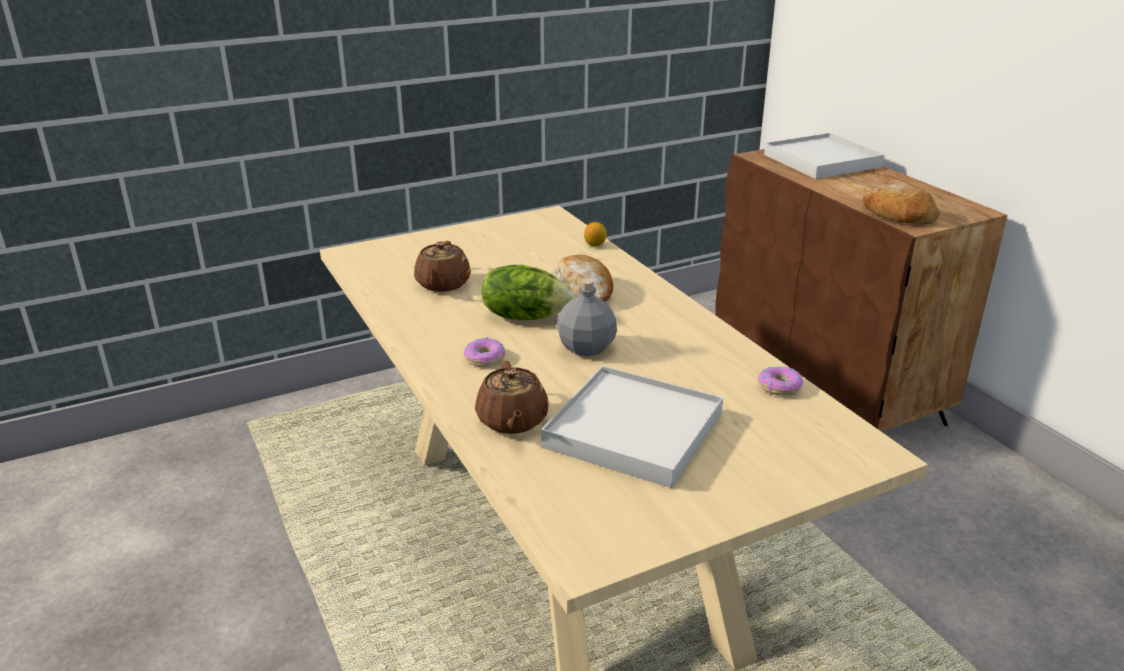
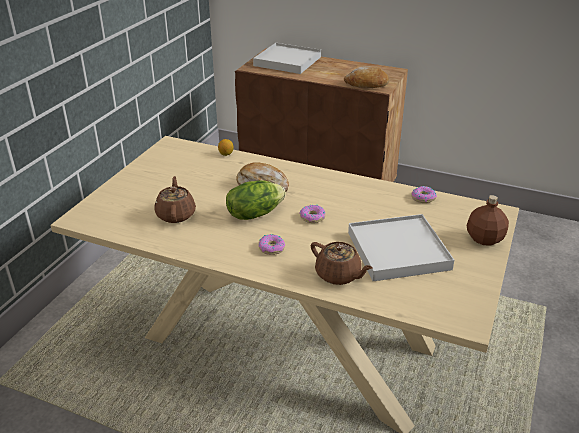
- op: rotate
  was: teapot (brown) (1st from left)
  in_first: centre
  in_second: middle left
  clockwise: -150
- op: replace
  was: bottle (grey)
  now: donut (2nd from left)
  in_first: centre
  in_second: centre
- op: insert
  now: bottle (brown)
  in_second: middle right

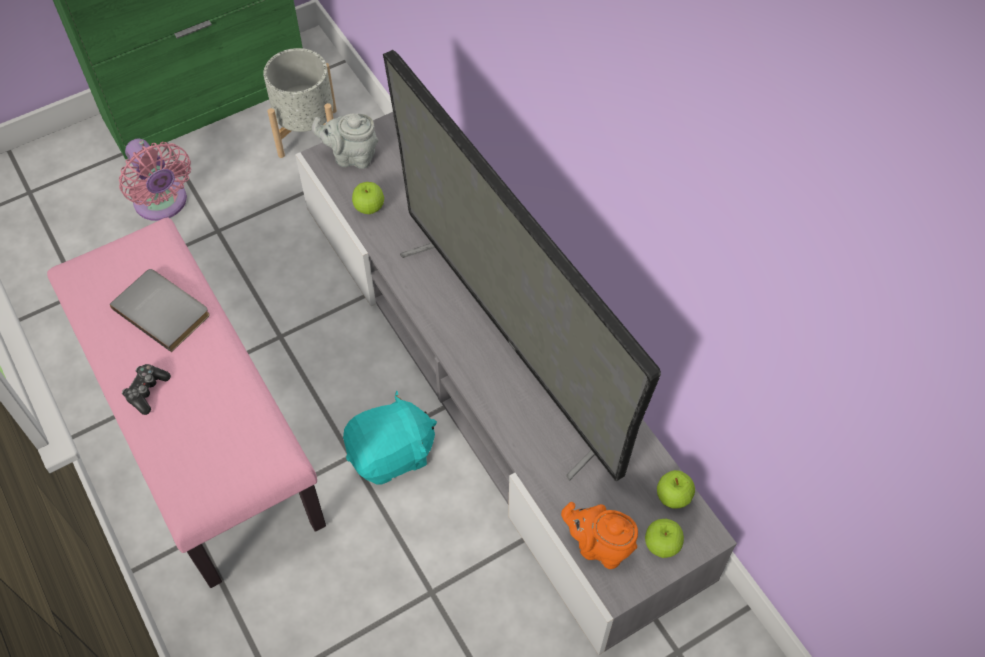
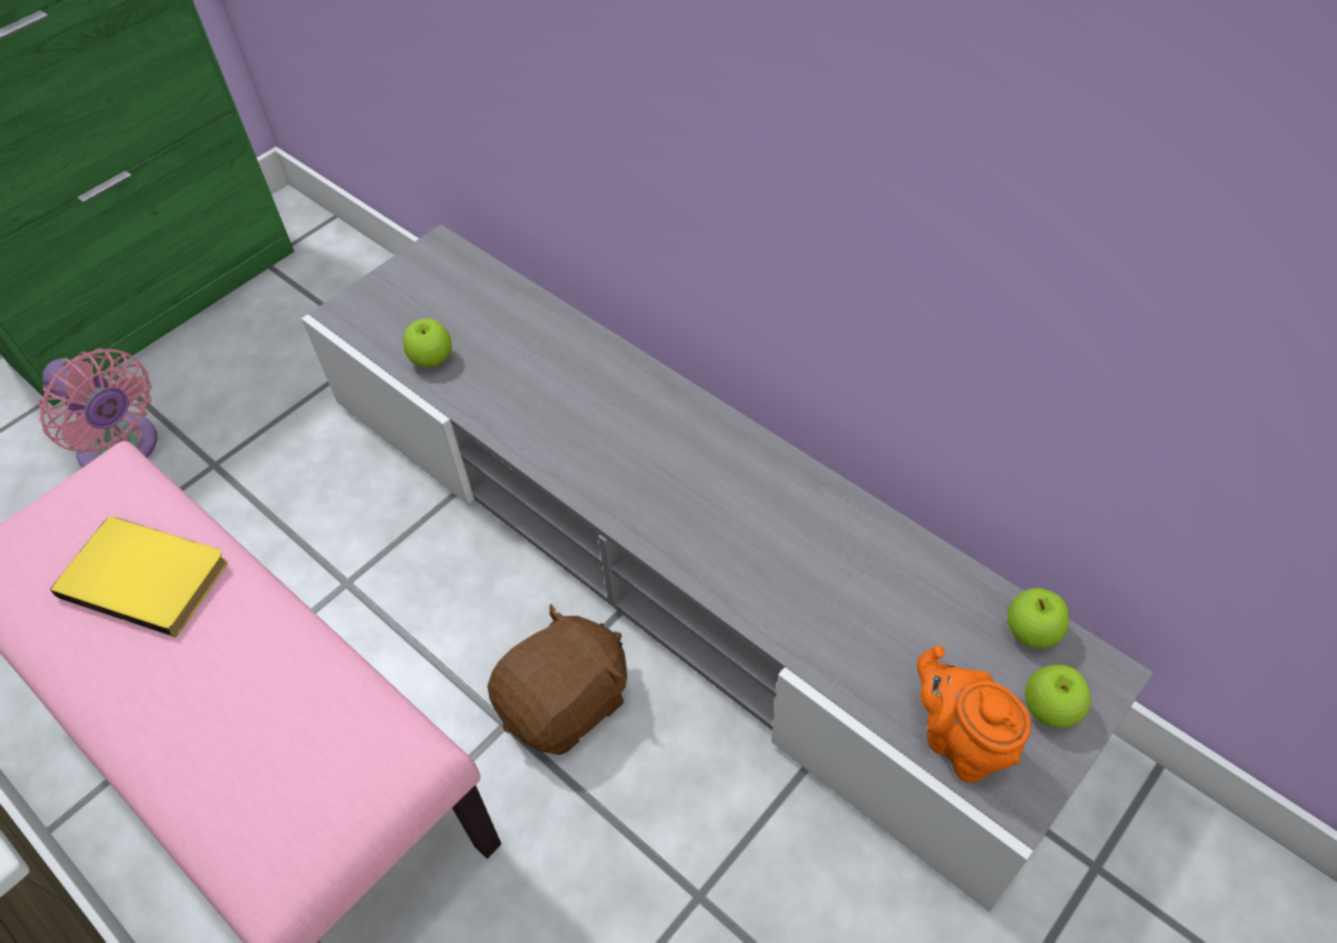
- op: recolor
  was: book (grey)
  now: book (yellow)
  in_first: middle left
  in_second: middle left
- op: delete
  was: game controller
  in_first: middle left
- op: delete
  was: planter (grey)
  in_first: top left
- op: delete
  was: teapot (grey)
  in_first: top centre
- op: recolor
  was: plush toy (turquoise)
  now: plush toy (brown)
  in_first: bottom centre
  in_second: bottom centre
- op: delete
  was: television
  in_first: centre
- op: rotate
  was: teapot (orange)
  in_first: bottom centre
  in_second: bottom right
  clockwise: 45

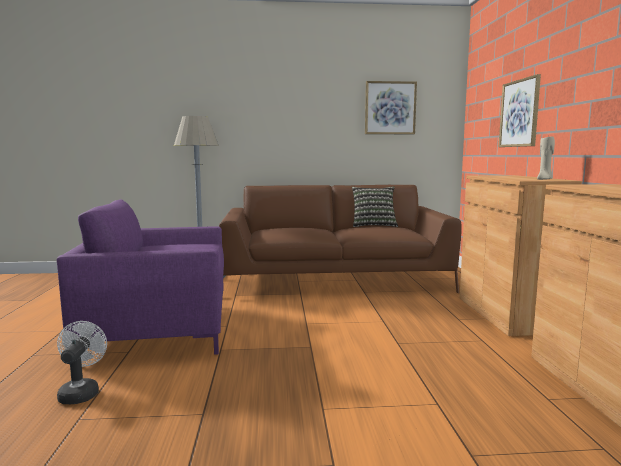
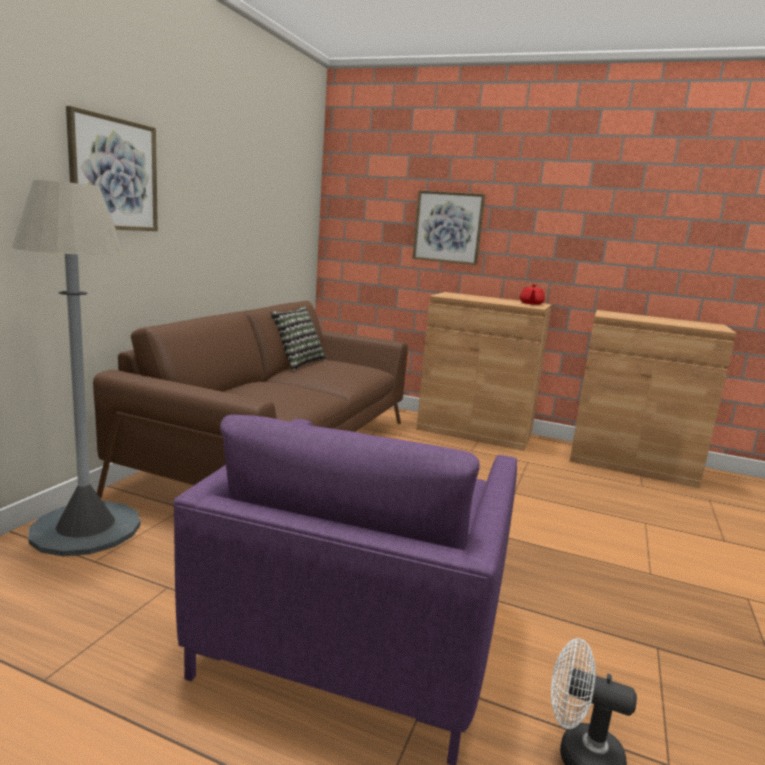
- op: move
  was: picture (1st from left)
  in_first: top centre
  in_second: top left
- op: replace
  was: candle (beige)
  now: teapot (red)
  in_first: middle right
  in_second: middle right

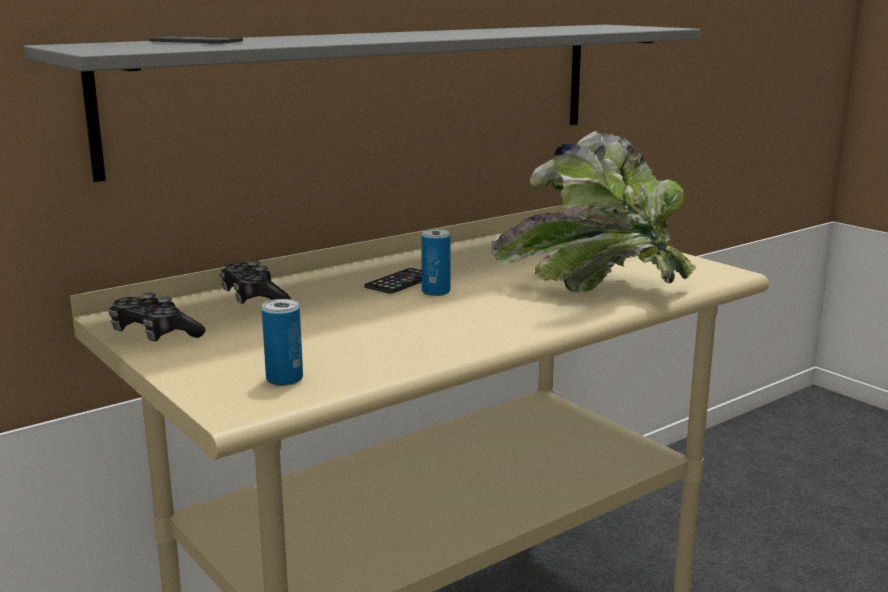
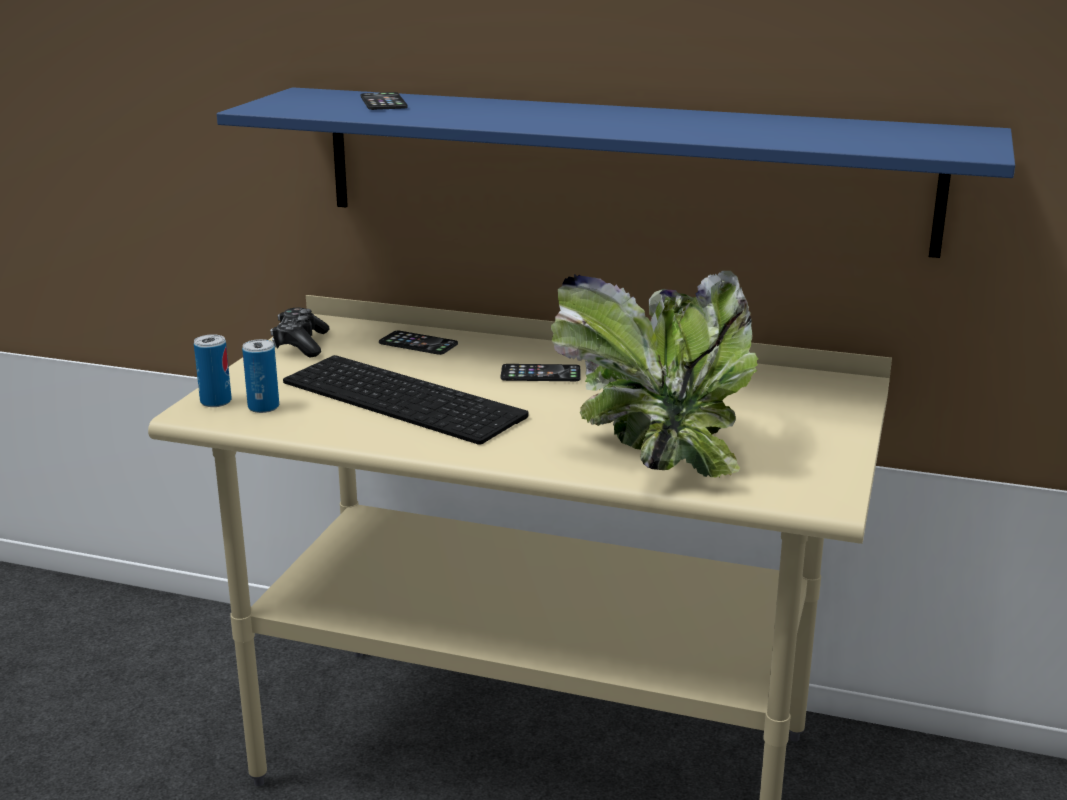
- op: recolor
  was: shelf (grey)
  now: shelf (blue)
  in_first: top centre
  in_second: top centre
- op: replace
  was: game controller (2nd from left)
  now: phone (2nd from left)
  in_first: middle left
  in_second: centre
- op: move
  was: can (2nd from left in the first image)
  now: can (1st from left)
  in_first: centre
  in_second: middle left
- op: insert
  now: keyboard
  in_second: centre

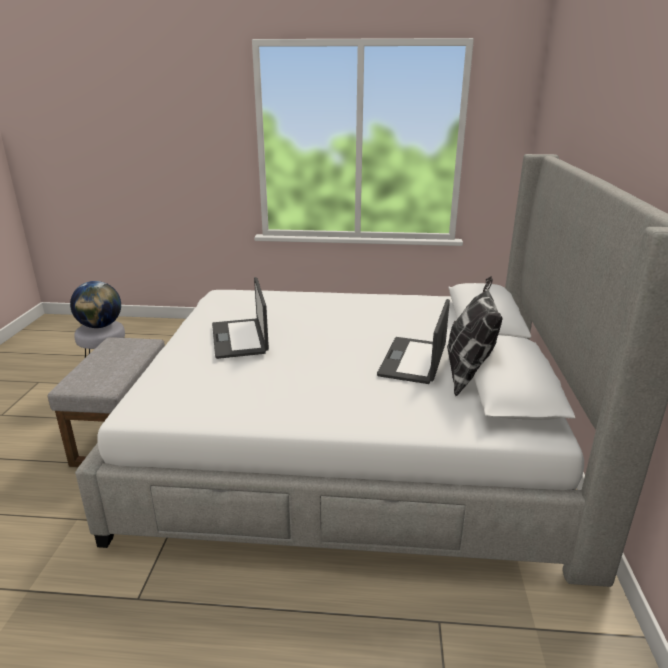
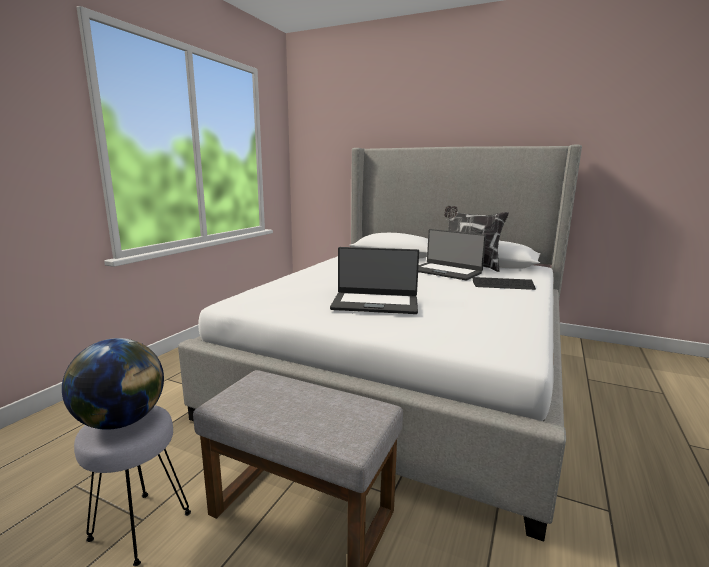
- op: insert
  now: keyboard
  in_second: middle right

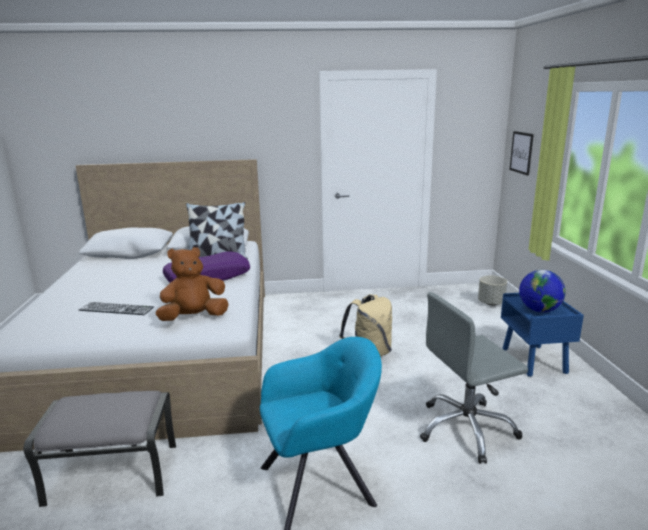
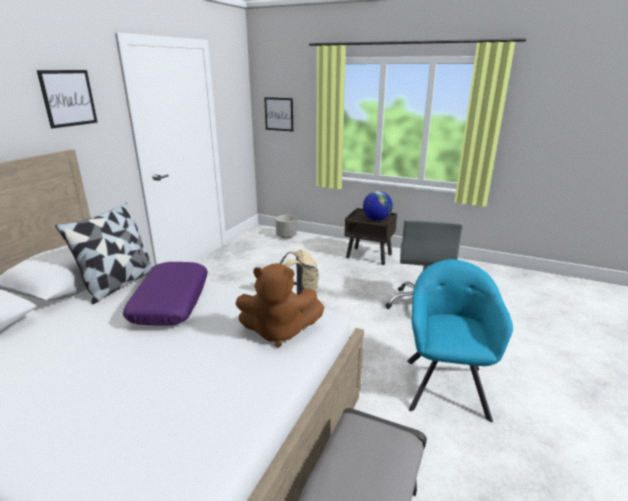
- op: delete
  was: keyboard
  in_first: middle left
- op: rotate
  was: plush toy (brown)
  in_first: middle left
  in_second: centre
  clockwise: -90
- op: recolor
  was: nightstand (blue)
  now: nightstand (brown)
  in_first: middle right
  in_second: centre
- op: insert
  now: picture (1st from left)
  in_second: top left

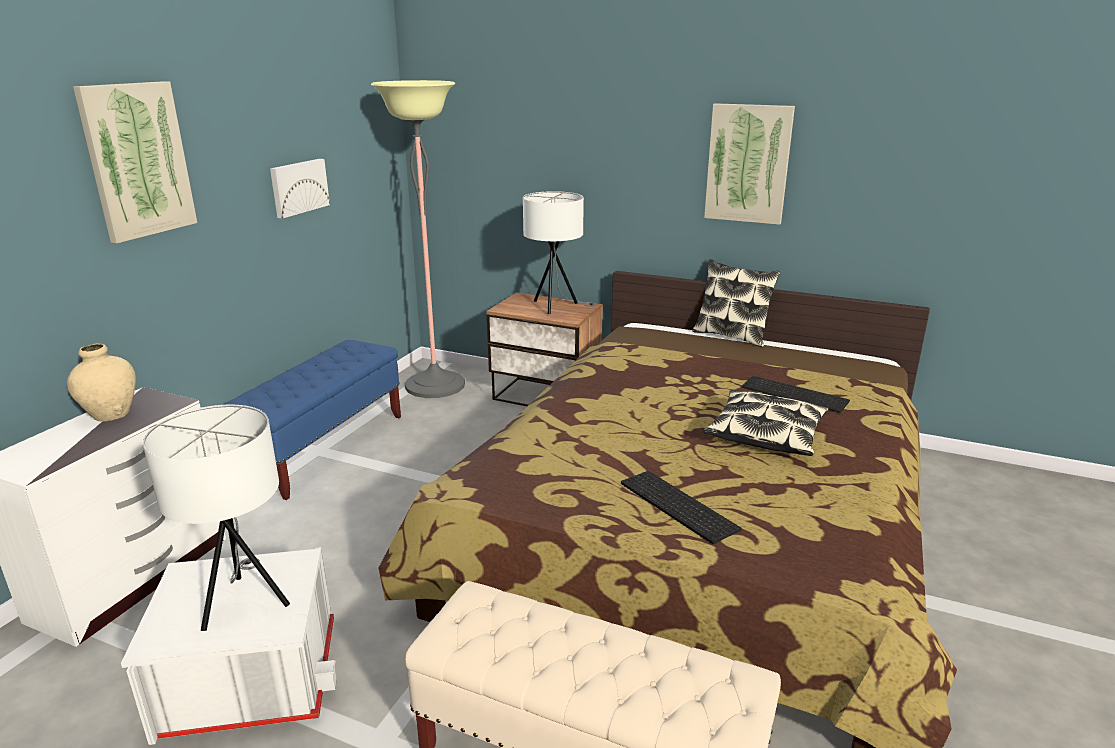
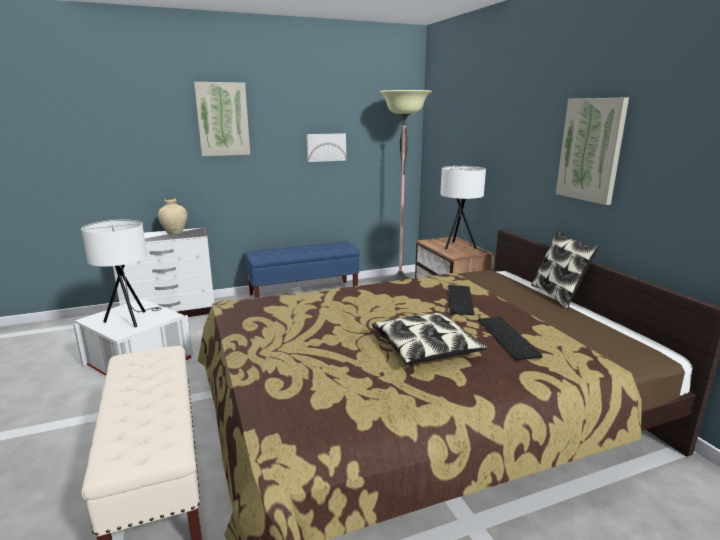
- op: move
  was: keyboard (1st from left)
  in_first: bottom centre
  in_second: centre

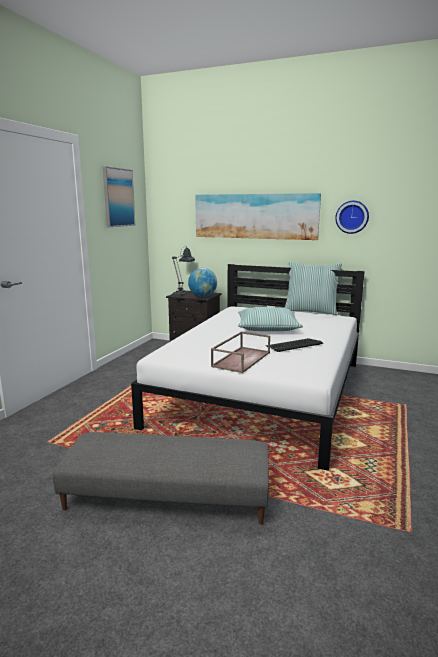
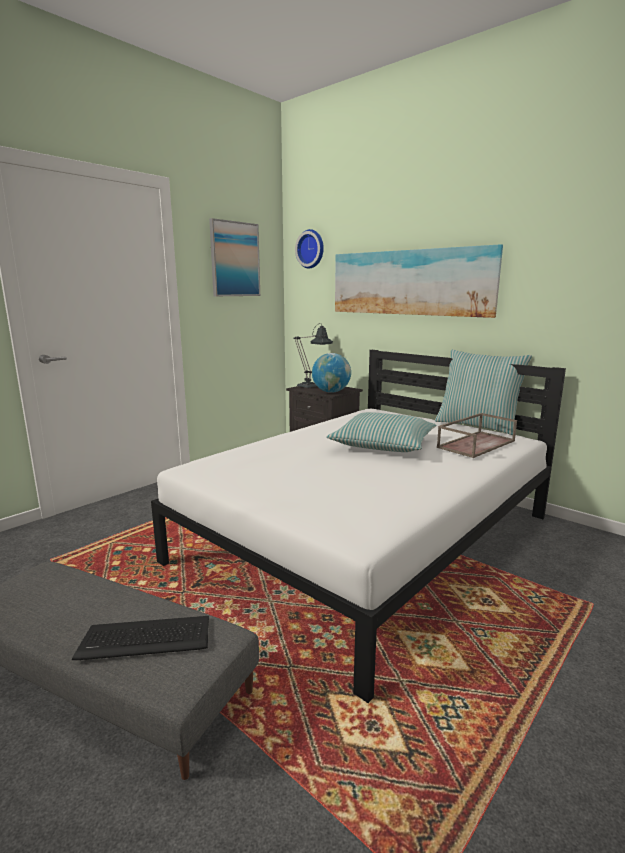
- op: move
  was: tray (brown)
  in_first: centre
  in_second: middle right
- op: move
  was: keyboard
  in_first: middle right
  in_second: bottom left
- op: move
  was: wall clock
  in_first: top right
  in_second: top centre

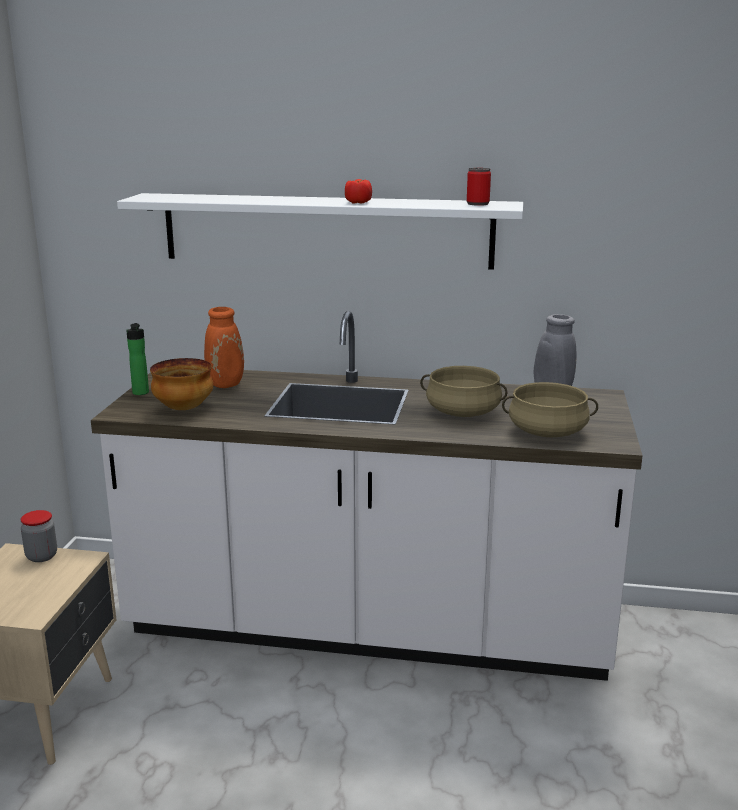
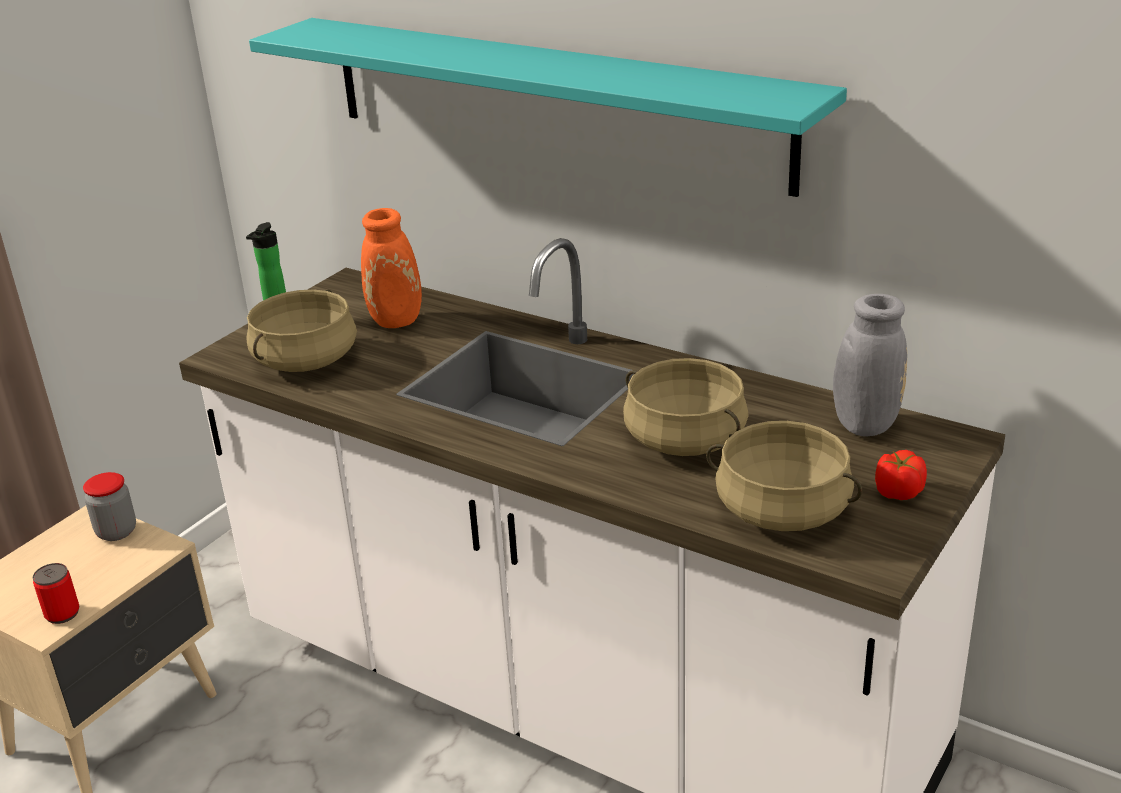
- op: recolor
  was: shelf (white)
  now: shelf (turquoise)
  in_first: top centre
  in_second: top centre
- op: replace
  was: bowl
  now: cooking pot (beige) (1st from left)
  in_first: middle left
  in_second: middle left
- op: move
  was: tomato
  in_first: top centre
  in_second: middle right
- op: move
  was: can
  in_first: top centre
  in_second: bottom left

